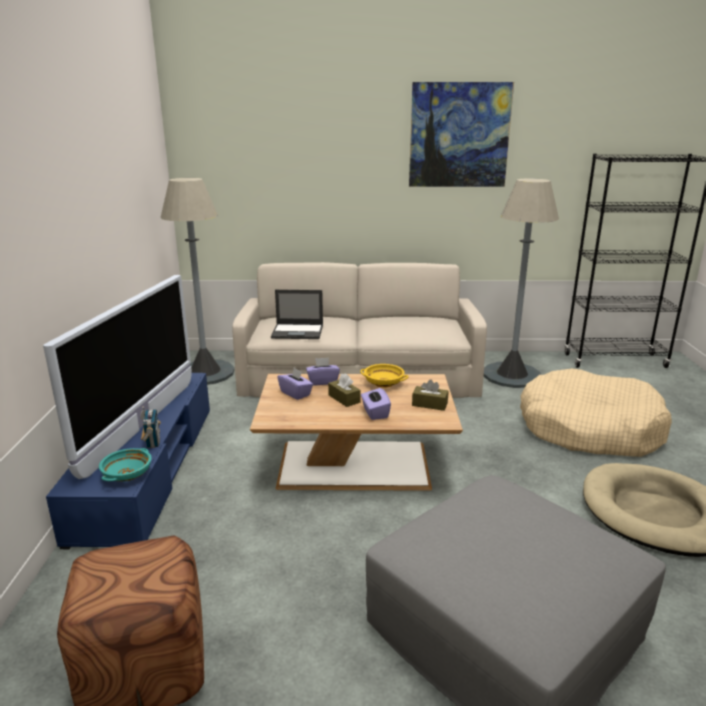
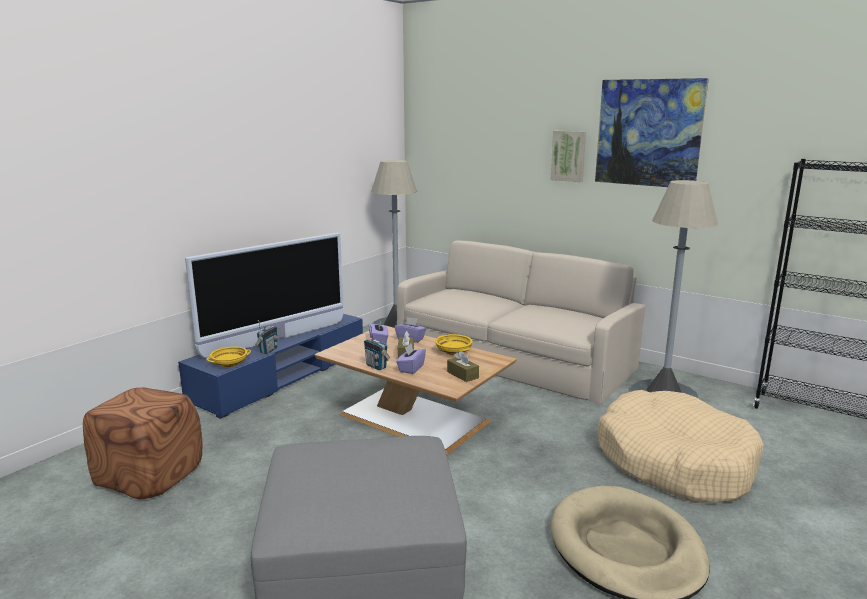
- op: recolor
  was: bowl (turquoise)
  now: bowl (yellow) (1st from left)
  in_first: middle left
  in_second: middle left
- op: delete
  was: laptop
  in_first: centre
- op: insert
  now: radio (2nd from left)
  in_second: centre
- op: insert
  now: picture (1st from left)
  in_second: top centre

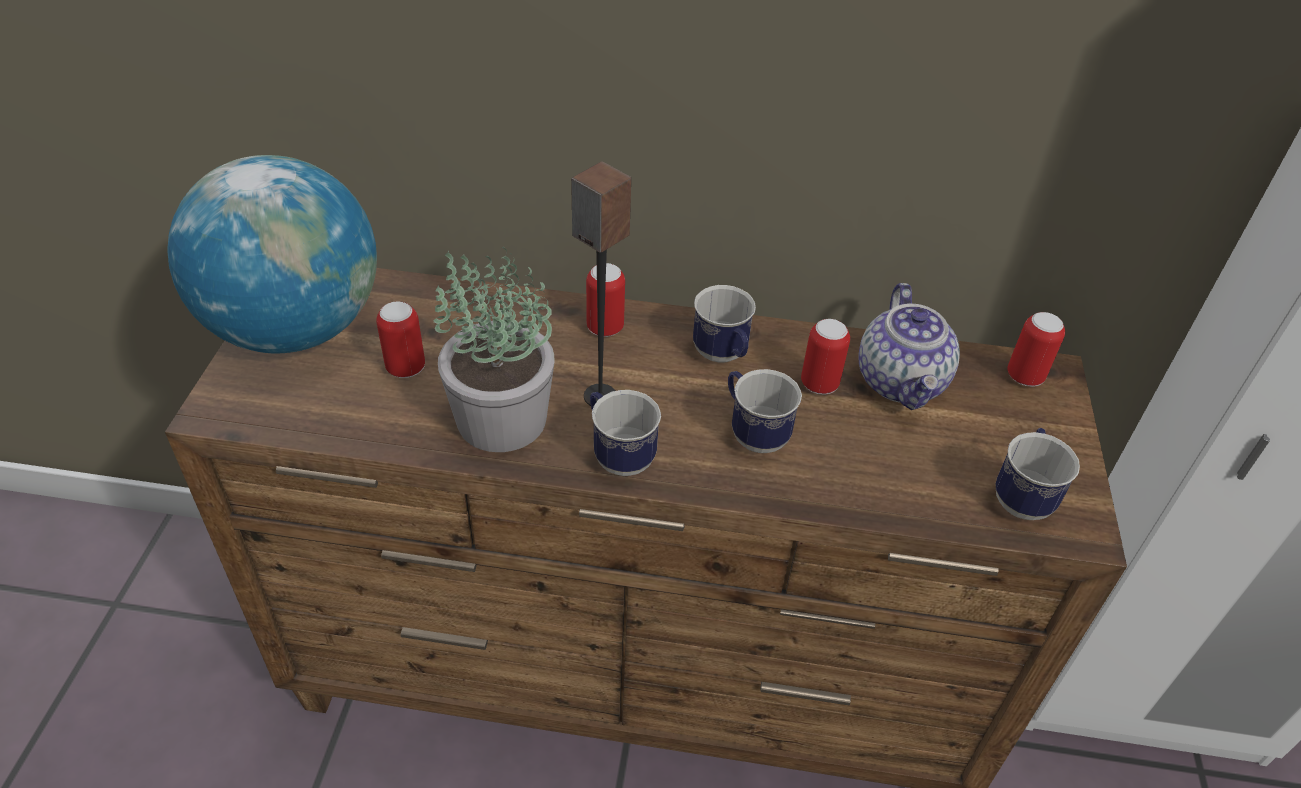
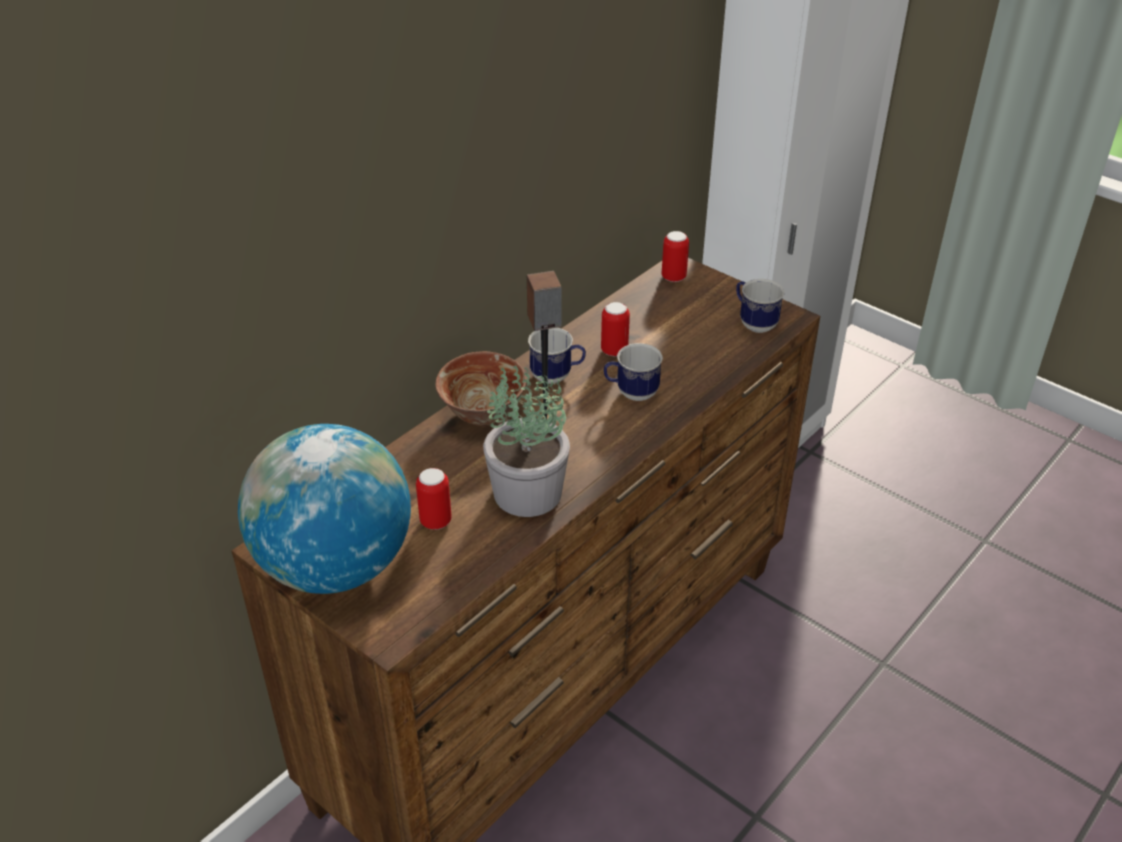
- op: replace
  was: can (2nd from left)
  now: bowl
  in_first: centre
  in_second: centre
- op: delete
  was: mug (1st from left)
  in_first: centre
- op: delete
  was: teapot
  in_first: middle right

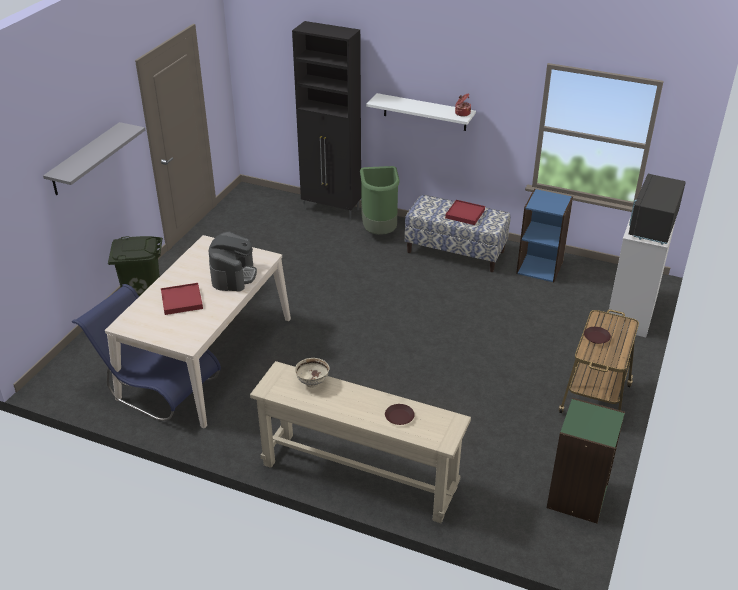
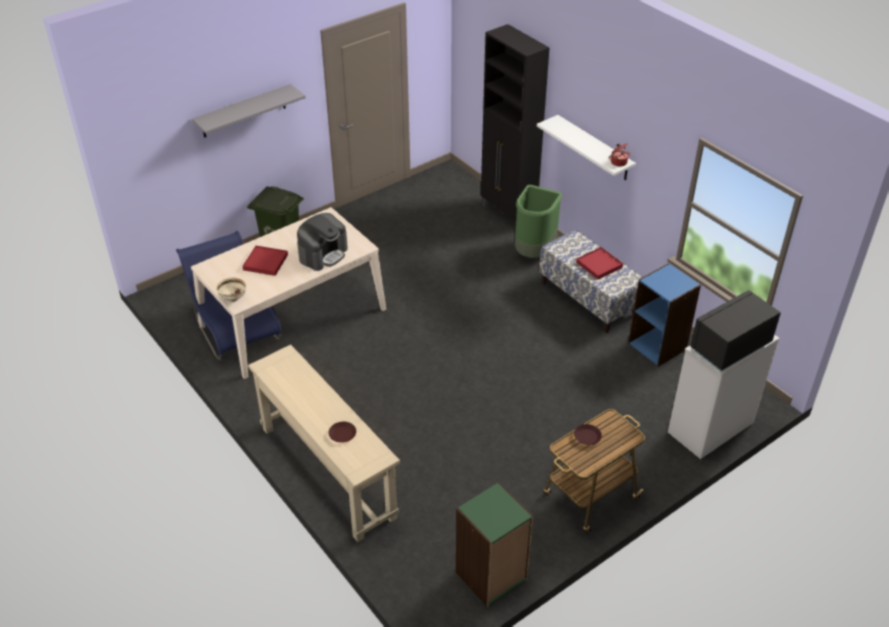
- op: move
  was: bowl (beige)
  in_first: centre
  in_second: middle left

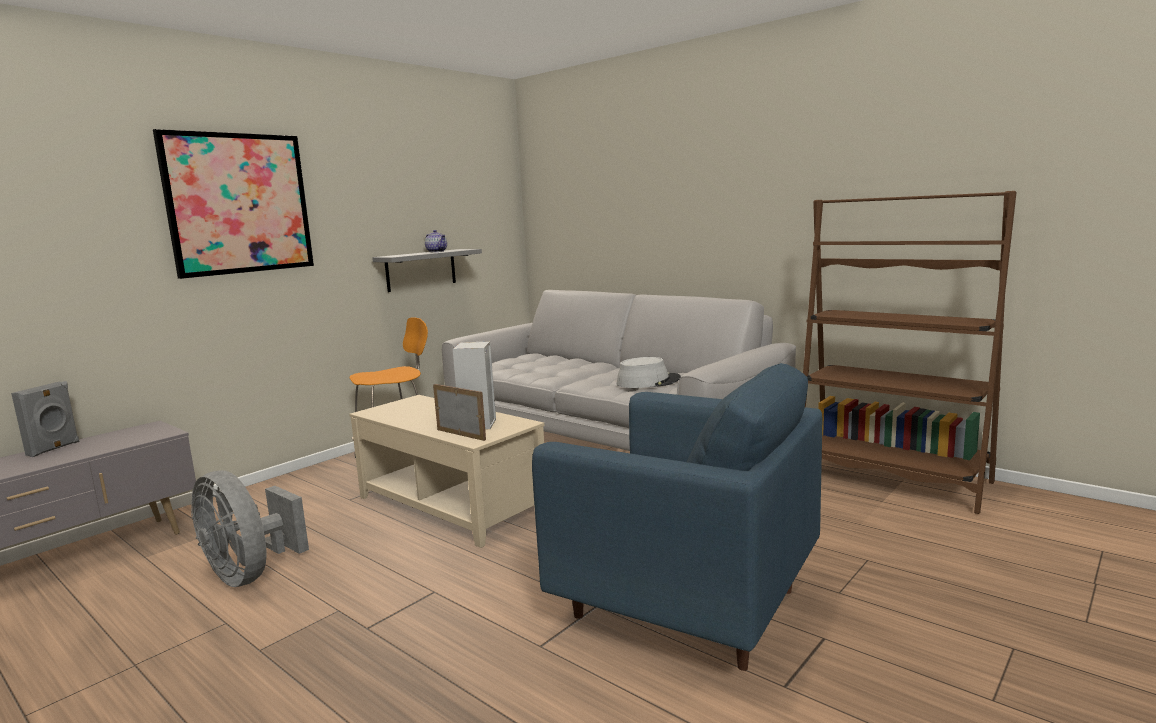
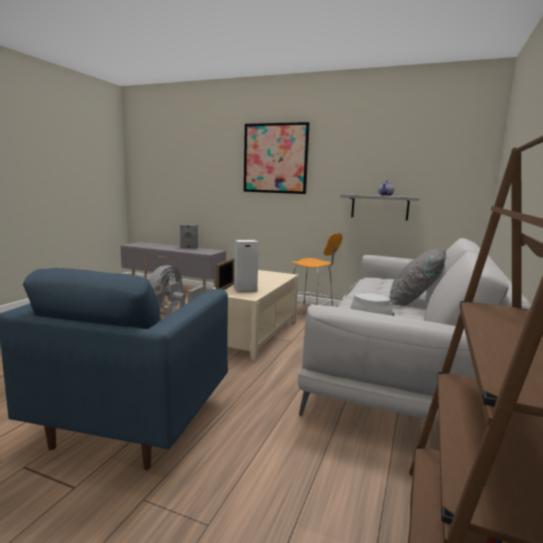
- op: insert
  now: pillow (grey)
  in_second: middle right

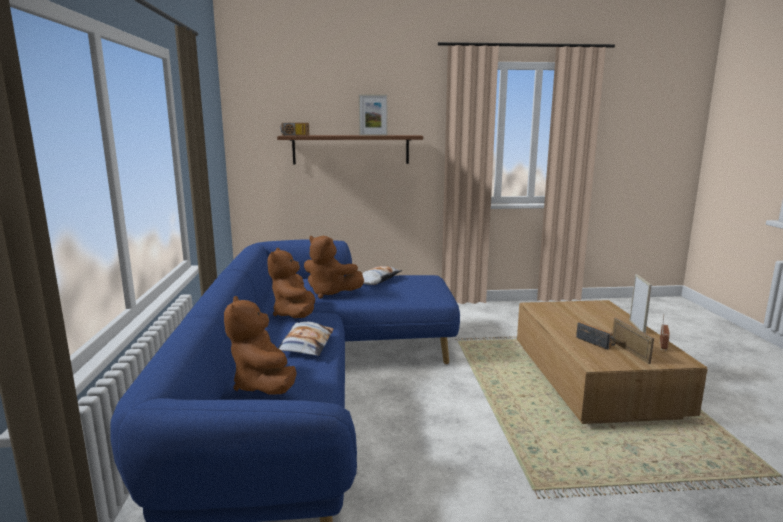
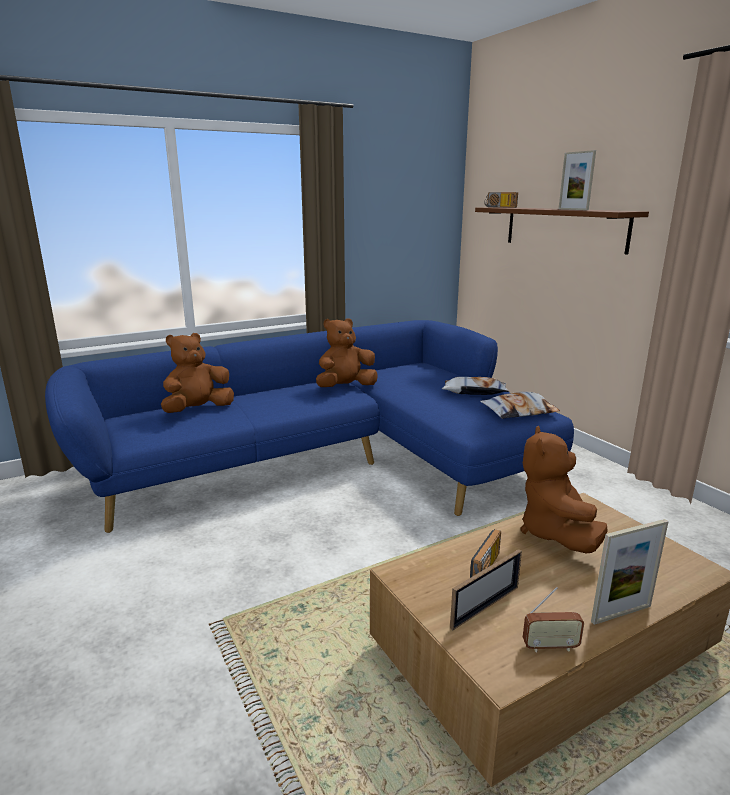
- op: move
  was: pillow (1st from left in the first image)
  now: pillow (2nd from left)
  in_first: centre
  in_second: middle right
- op: move
  was: plush toy (brown) (3rd from left)
  in_first: centre
  in_second: middle right

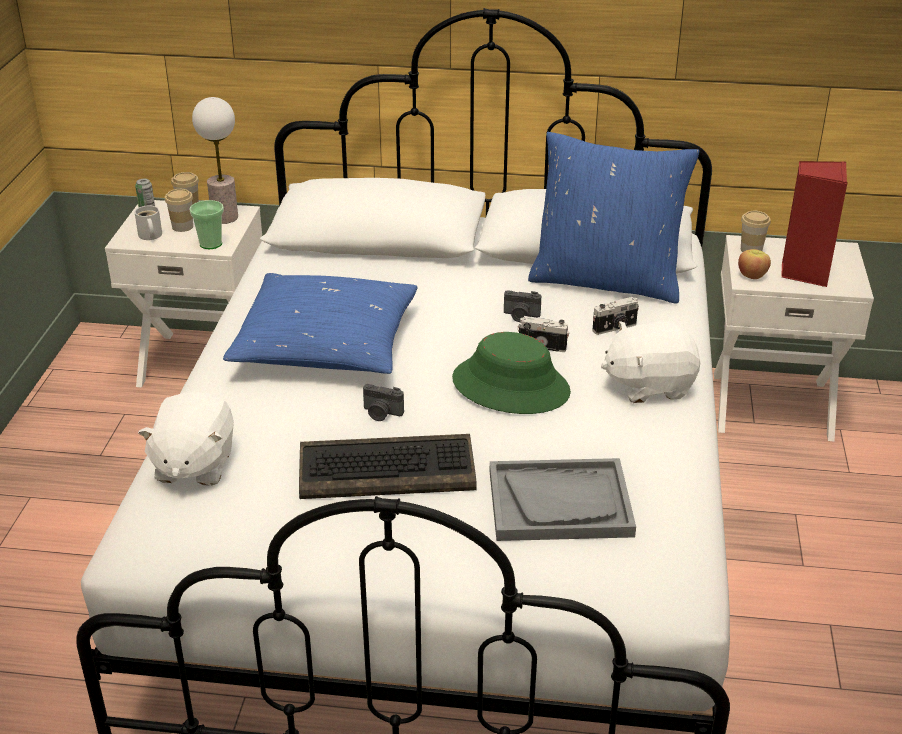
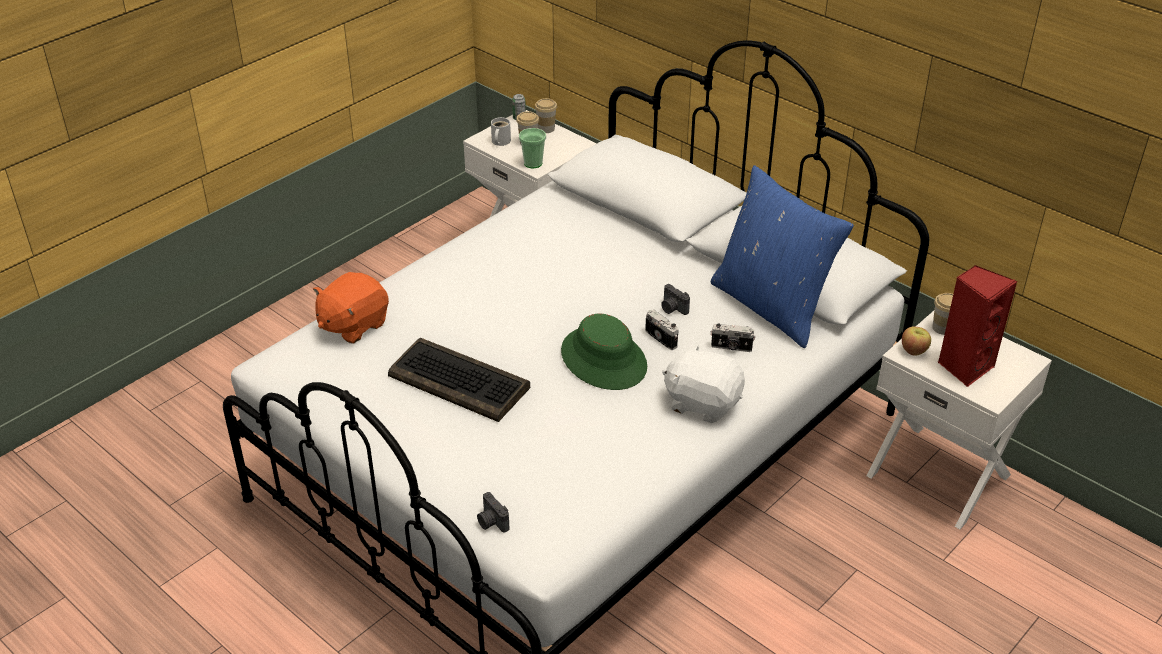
- op: recolor
  was: plush toy (white) (1st from left)
  now: plush toy (orange)
  in_first: middle left
  in_second: middle left
- op: delete
  was: table lamp
  in_first: top left
- op: delete
  was: pillow (blue) (1st from left)
  in_first: centre
- op: move
  was: photo camera (1st from left)
  in_first: centre
  in_second: bottom centre
- op: delete
  was: tray (grey)
  in_first: bottom centre

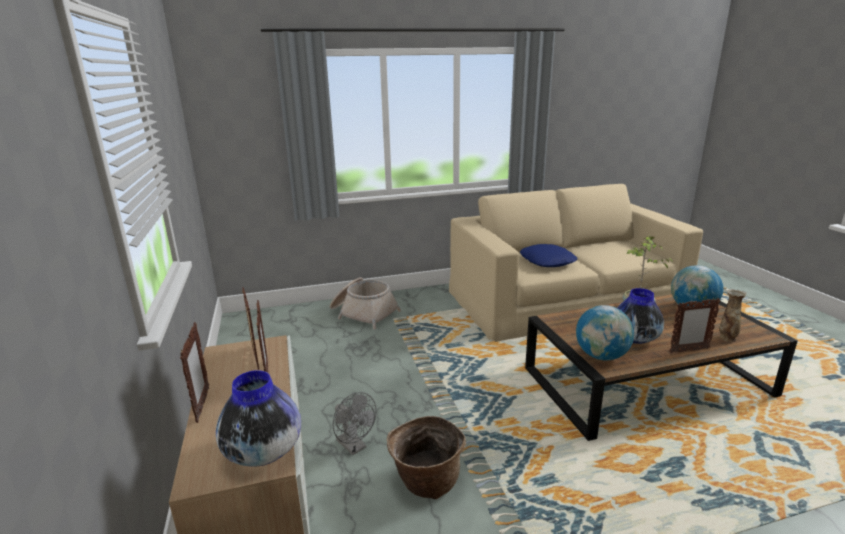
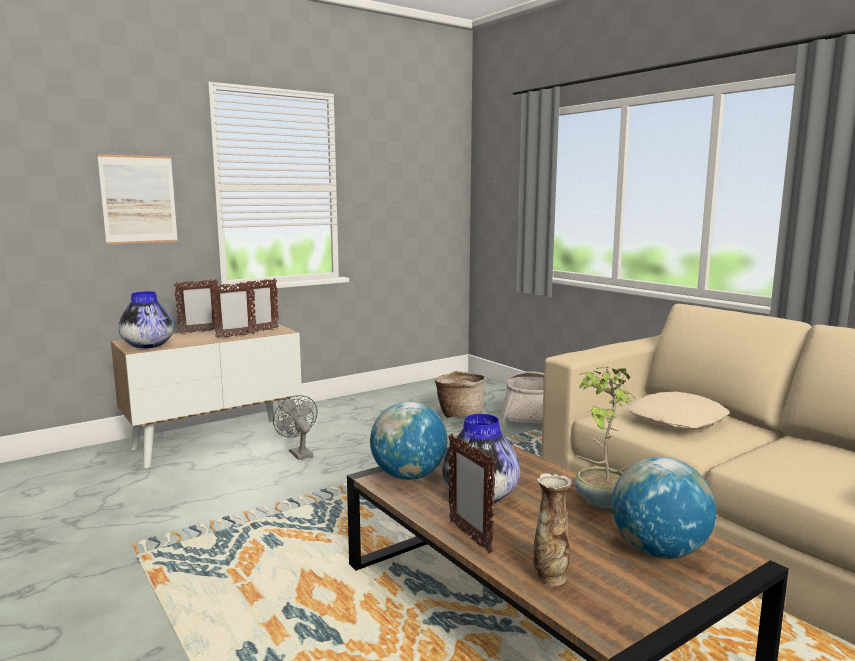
- op: rotate
  was: fan (grey)
  in_first: bottom centre
  in_second: centre
  clockwise: 120
- op: move
  was: basket (2nd from left in the first image)
  now: basket (1st from left)
  in_first: bottom centre
  in_second: centre
- op: recolor
  was: pillow (blue)
  now: pillow (beige)
  in_first: centre
  in_second: middle right
- op: insert
  now: picture
  in_second: top left

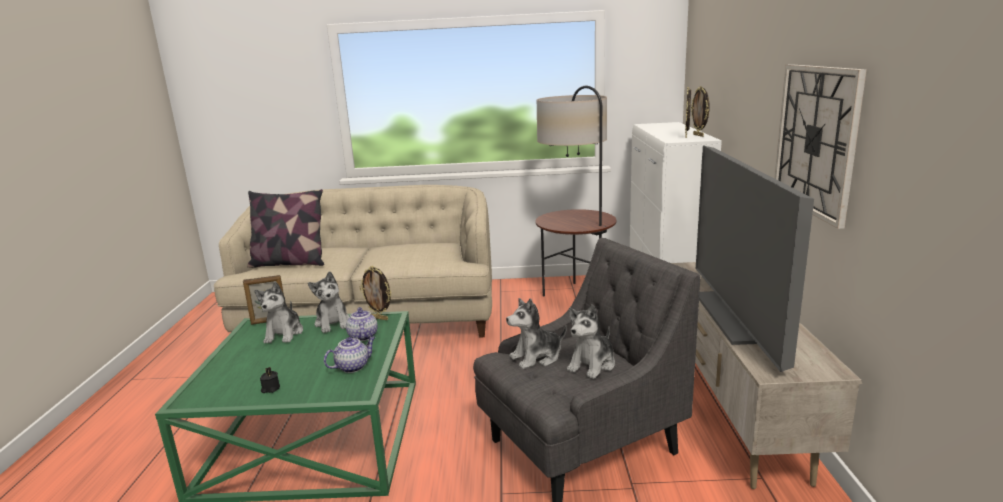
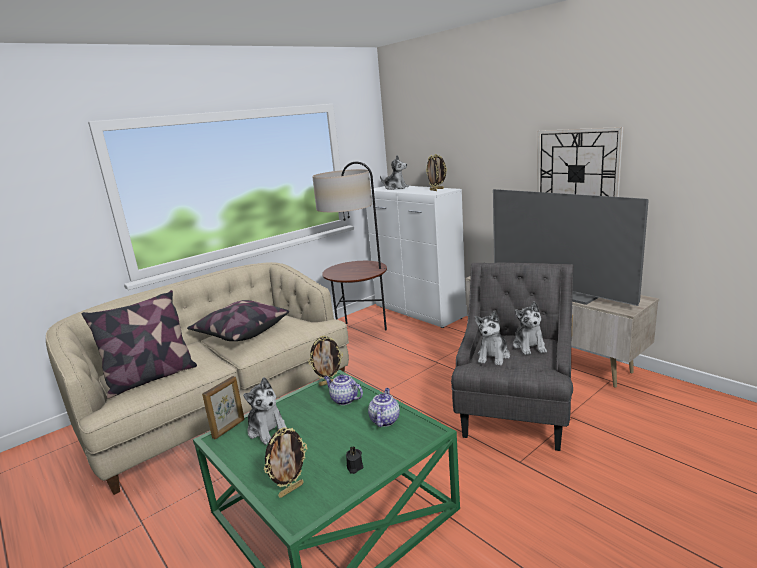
- op: move
  was: plush toy (2nd from left)
  in_first: middle left
  in_second: top centre
- op: insert
  now: pillow (2nd from left)
  in_second: middle left
- op: insert
  now: picture frame (2nd from left)
  in_second: bottom centre

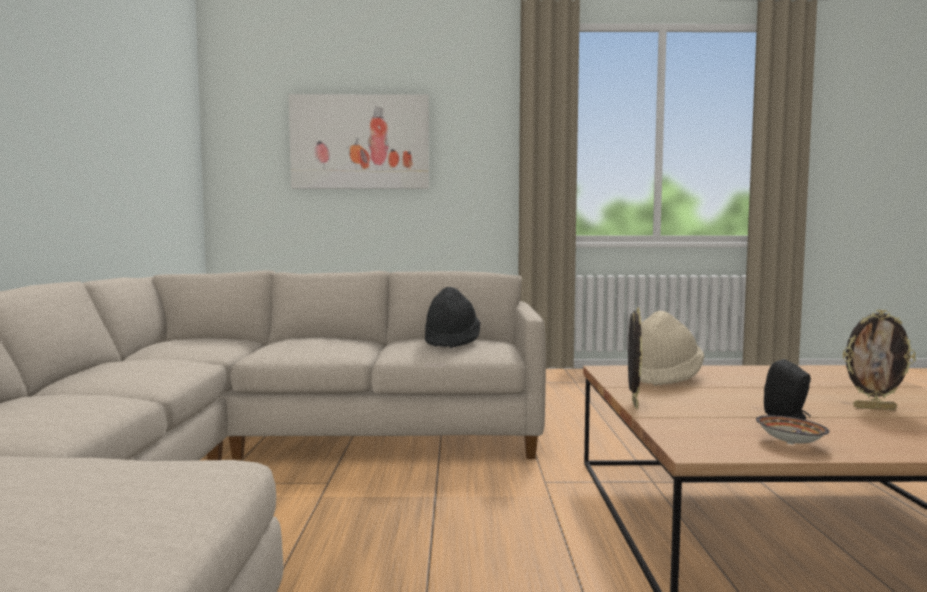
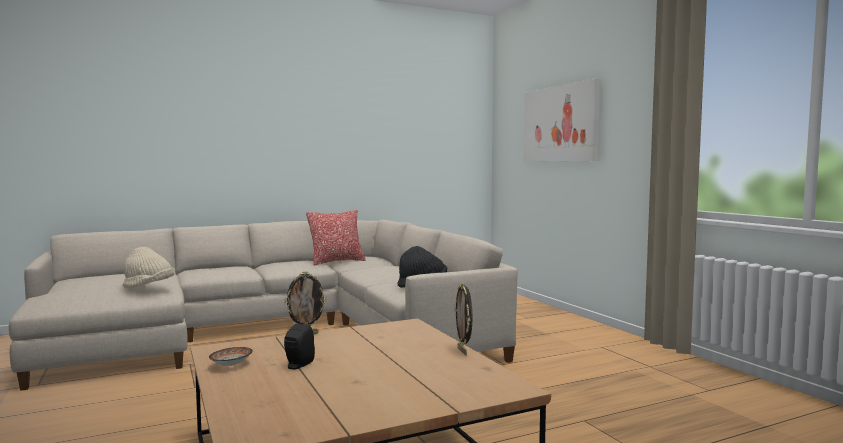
- op: move
  was: hat (beige)
  in_first: middle right
  in_second: middle left
- op: move
  was: picture frame (2nd from left)
  in_first: middle right
  in_second: bottom centre
- op: insert
  now: pillow
  in_second: centre

